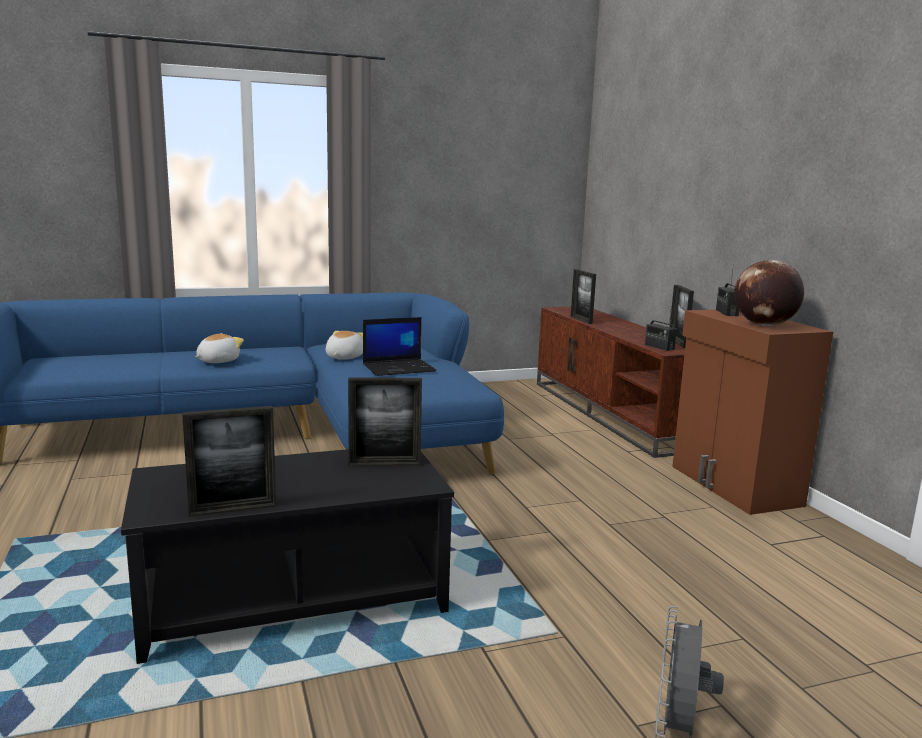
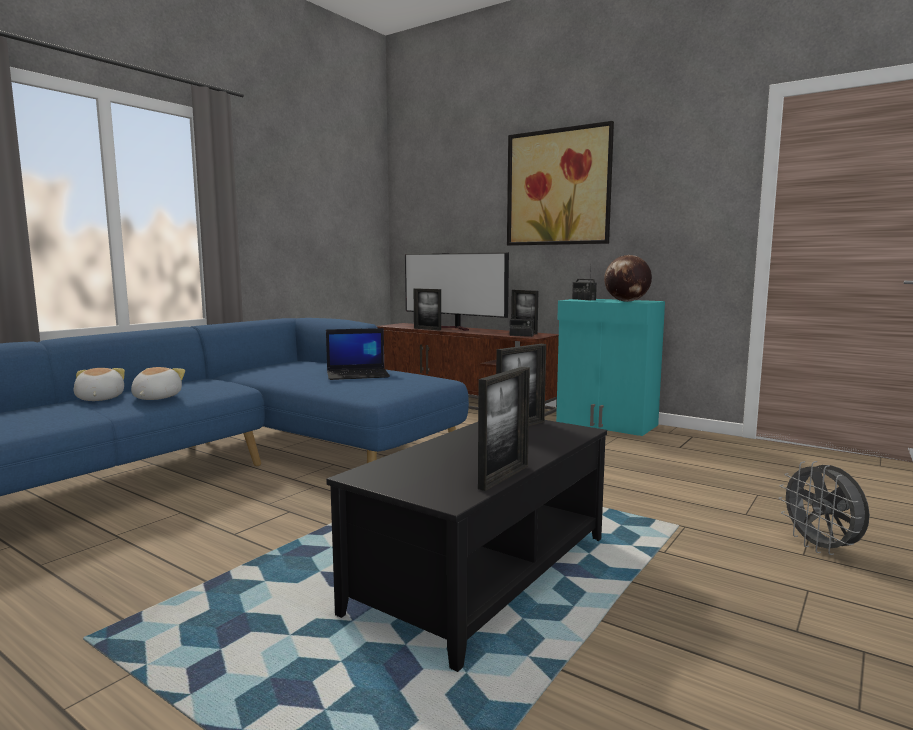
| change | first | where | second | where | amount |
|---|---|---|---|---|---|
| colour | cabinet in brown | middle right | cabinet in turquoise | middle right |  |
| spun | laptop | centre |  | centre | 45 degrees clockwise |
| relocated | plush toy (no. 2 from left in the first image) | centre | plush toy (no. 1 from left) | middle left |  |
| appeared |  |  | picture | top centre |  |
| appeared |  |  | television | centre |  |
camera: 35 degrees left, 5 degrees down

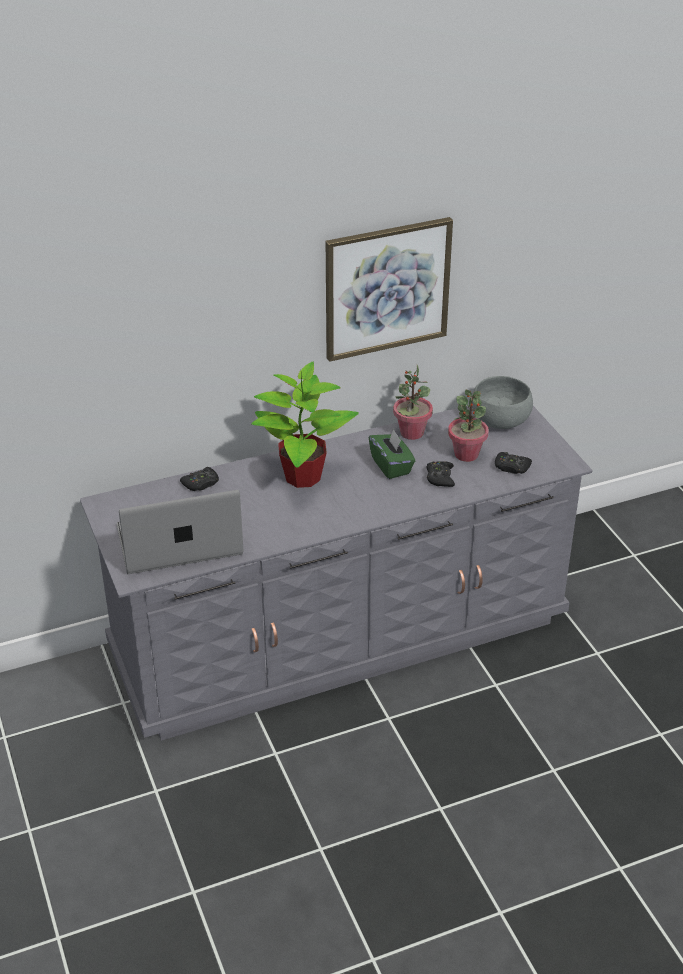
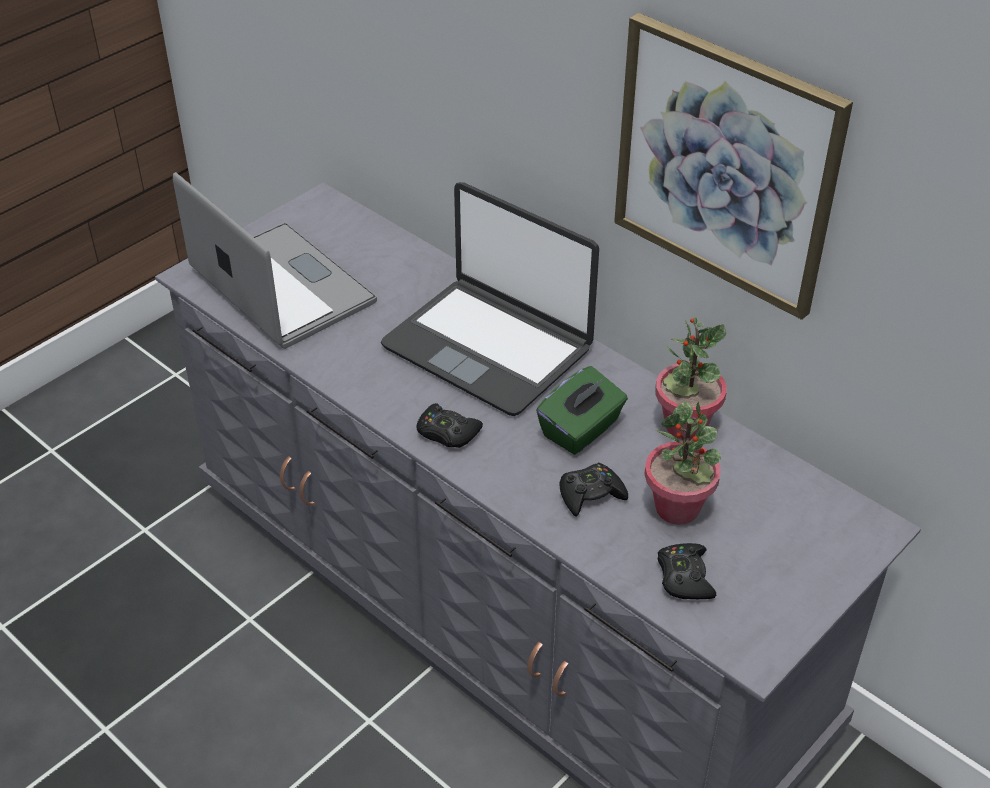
| change | first | where | second | where | amount |
|---|---|---|---|---|---|
| exchanged | potted plant (no. 1 from left) | centre | laptop (no. 2 from left) | centre |  |
| missing | bowl in grey | middle right |  |  |  |
| relocated | game controller in black (no. 1 from left) | middle left |  | centre |  |
camera: 65 degrees right, 5 degrees up

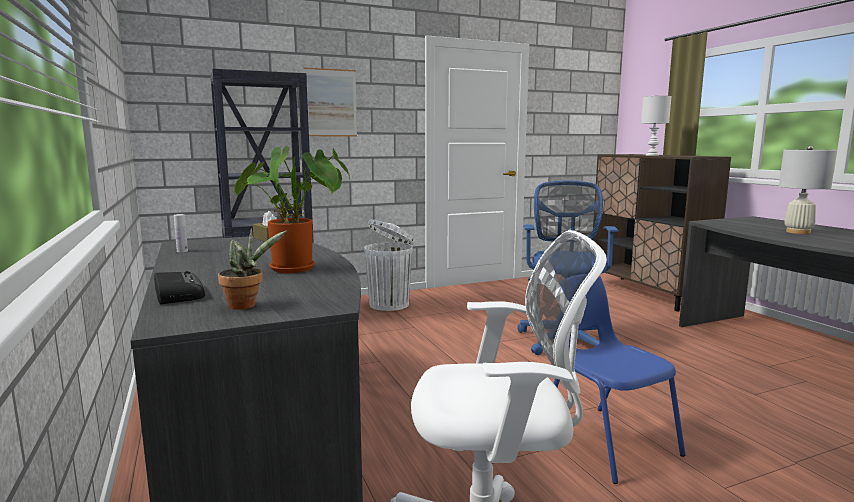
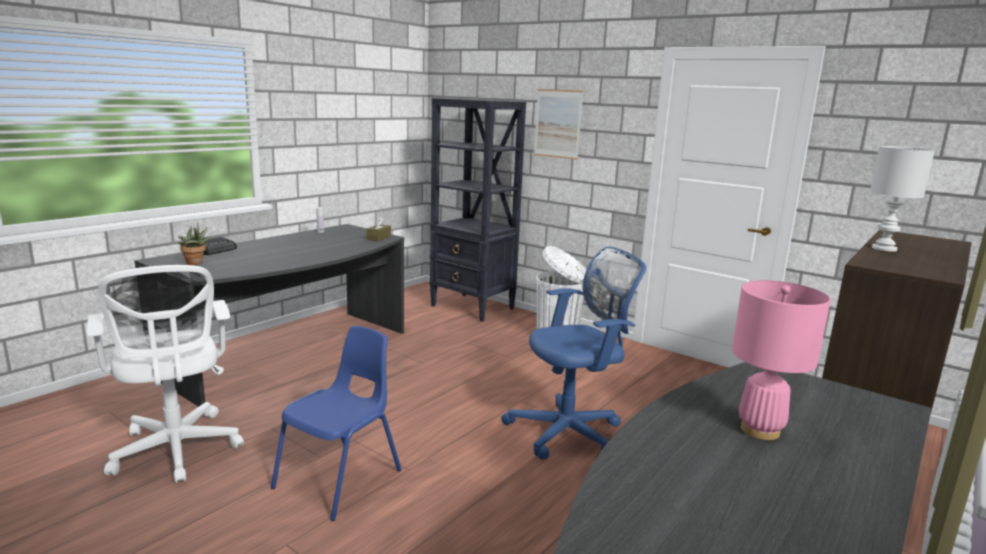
| change | first | where | second | where | amount |
|---|---|---|---|---|---|
| missing | potted plant (no. 2 from left) | centre |  |  |  |
| colour | table lamp in white (no. 2 from left) | middle right | table lamp in pink | middle right |  |
camera: 60 degrees right, 5 degrees up

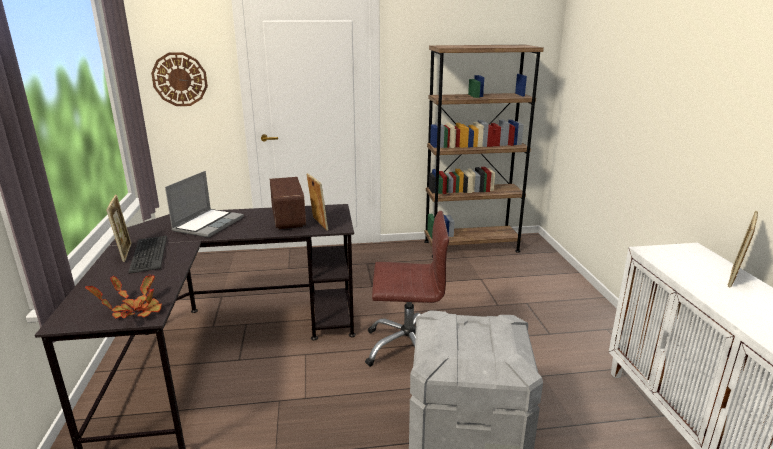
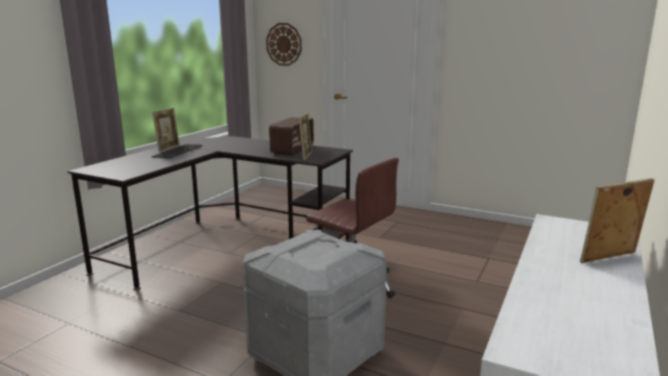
| change | first | where | second | where | amount |
|---|---|---|---|---|---|
| missing | bookcase in brown | centre |  |  |  |
| missing | laptop | middle left |  |  |  |
| missing | potted plant | middle left |  |  |  |
camera: 35 degrees right, 5 degrees down

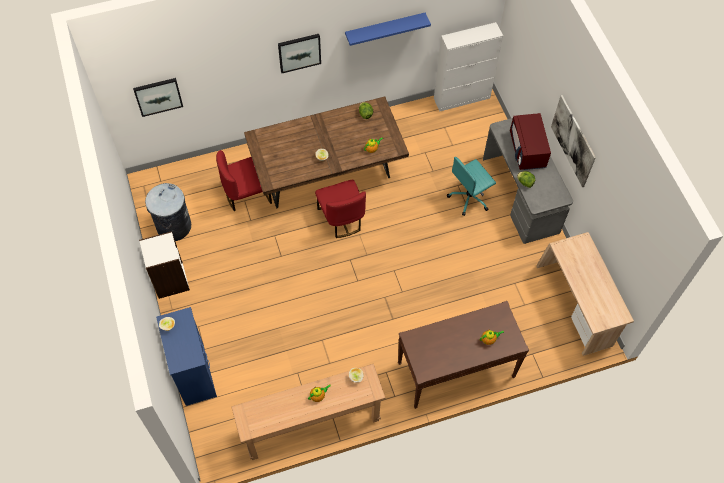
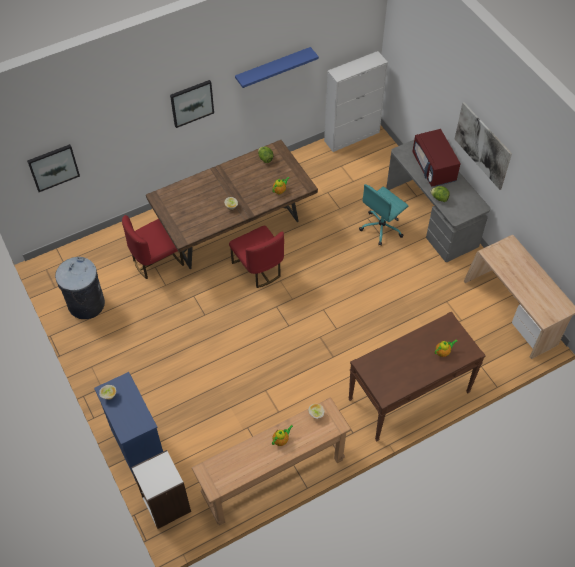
| change | first | where | second | where | amount |
|---|---|---|---|---|---|
| relocated | bookcase in white | middle left |  | bottom left |  |
camera: 10 degrees left, 5 degrees down

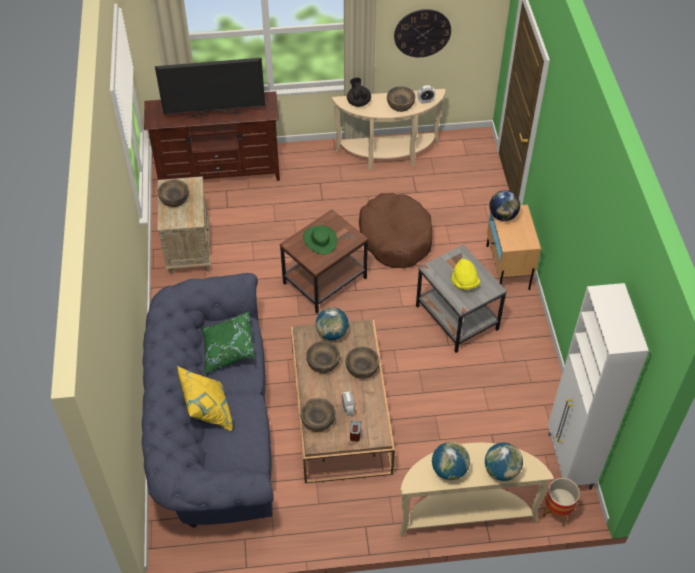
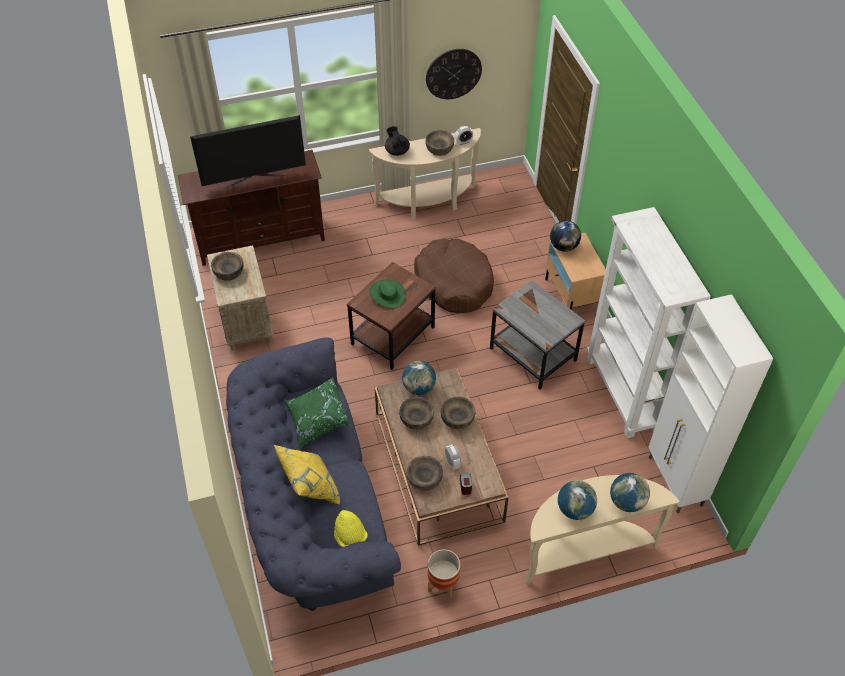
| change | first | where | second | where | amount |
|---|---|---|---|---|---|
| relocated | hat in yellow | middle right |  | bottom centre |  |
| relocated | planter | bottom right |  | bottom centre |  |
| appeared |  |  | bookcase in white | middle right |  |
camera: 10 degrees left, 0 degrees up

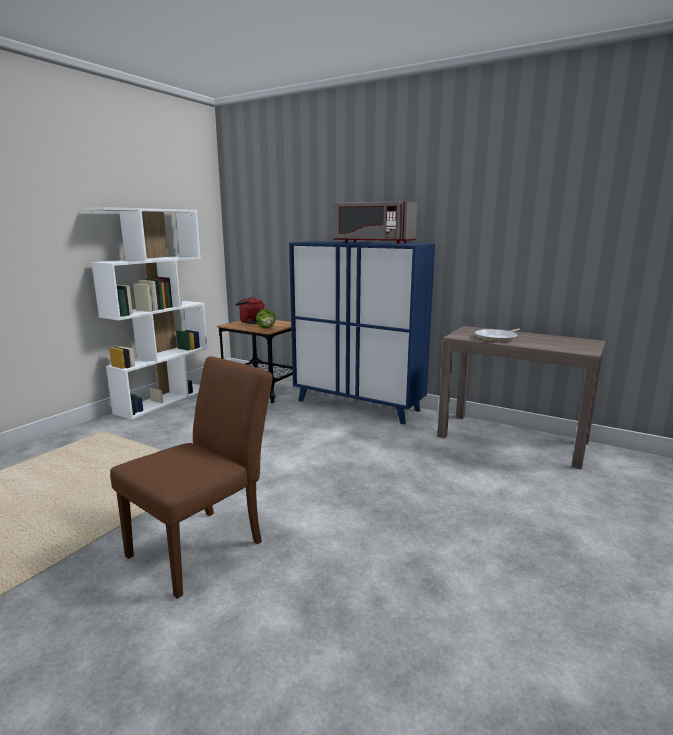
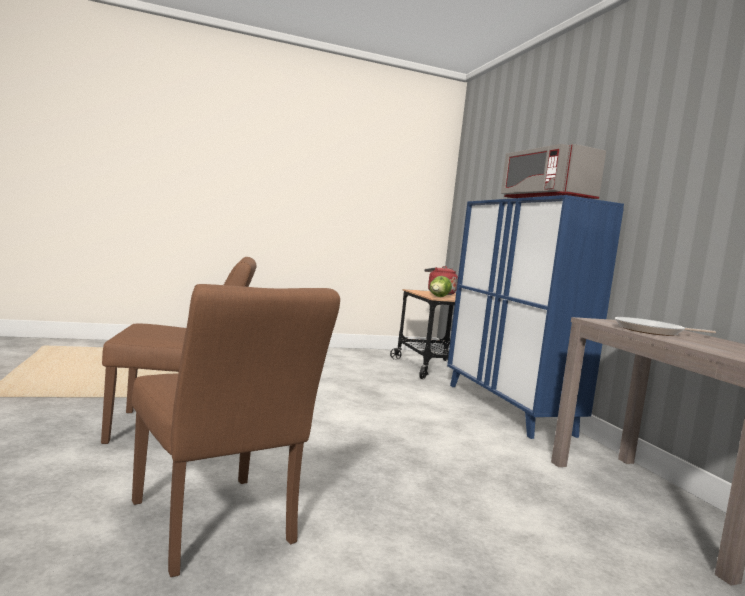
| change | first | where | second | where | amount |
|---|---|---|---|---|---|
| missing | bookcase in white | middle left |  |  |  |
| appeared |  |  | chair in brown (no. 2 from left) | bottom left |  |
camera: 40 degrees right, 10 degrees down

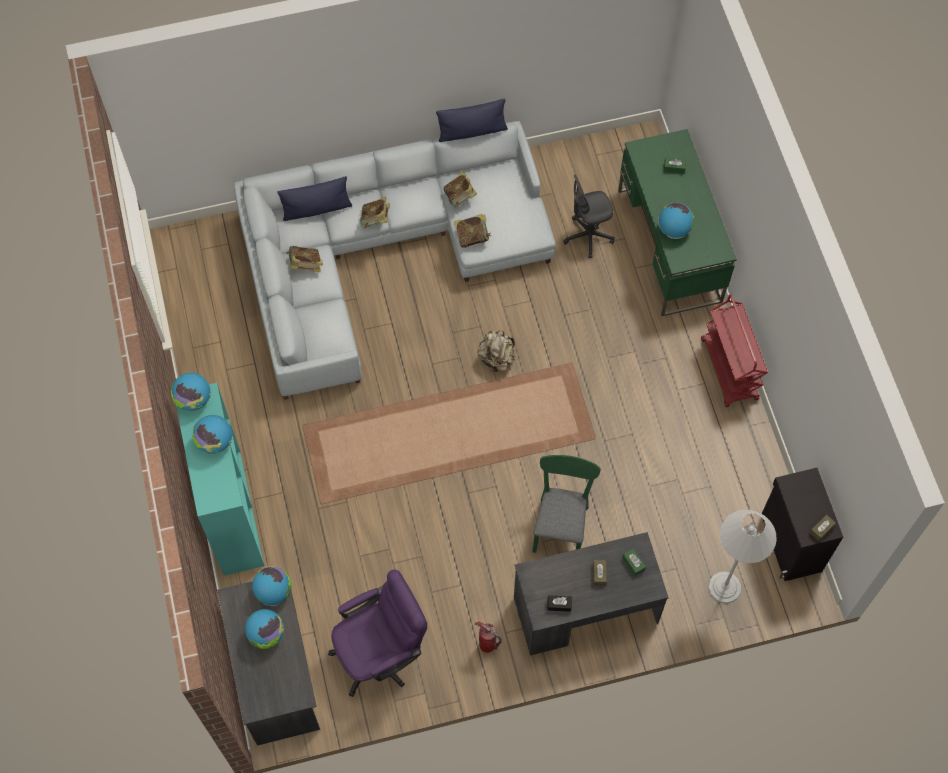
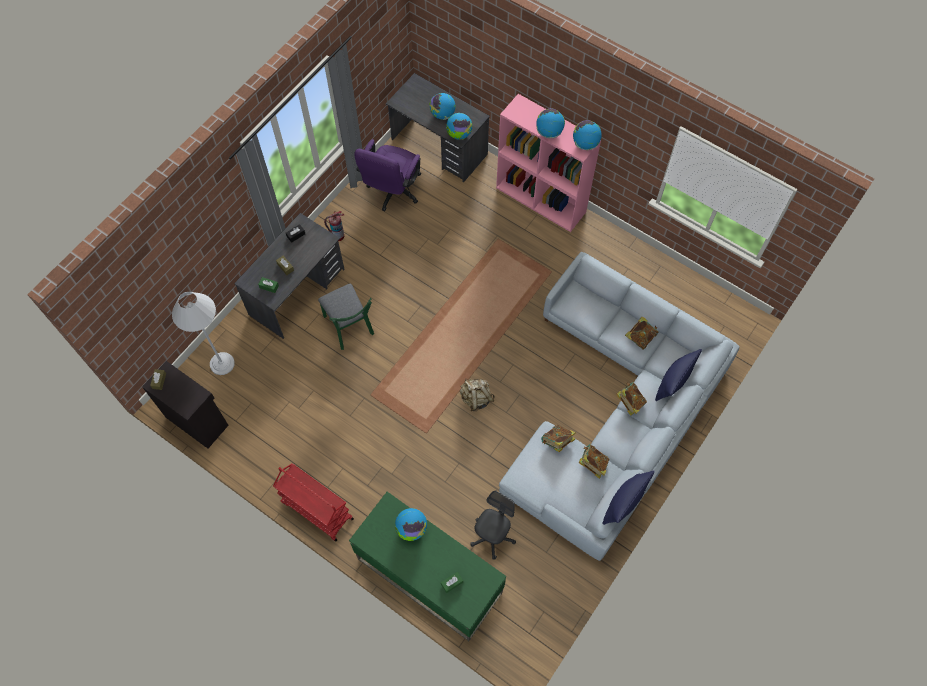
| change | first | where | second | where | amount |
|---|---|---|---|---|---|
| colour | bookcase in turquoise | middle left | bookcase in pink | top centre |  |
camera: 140 degrees right, 0 degrees up

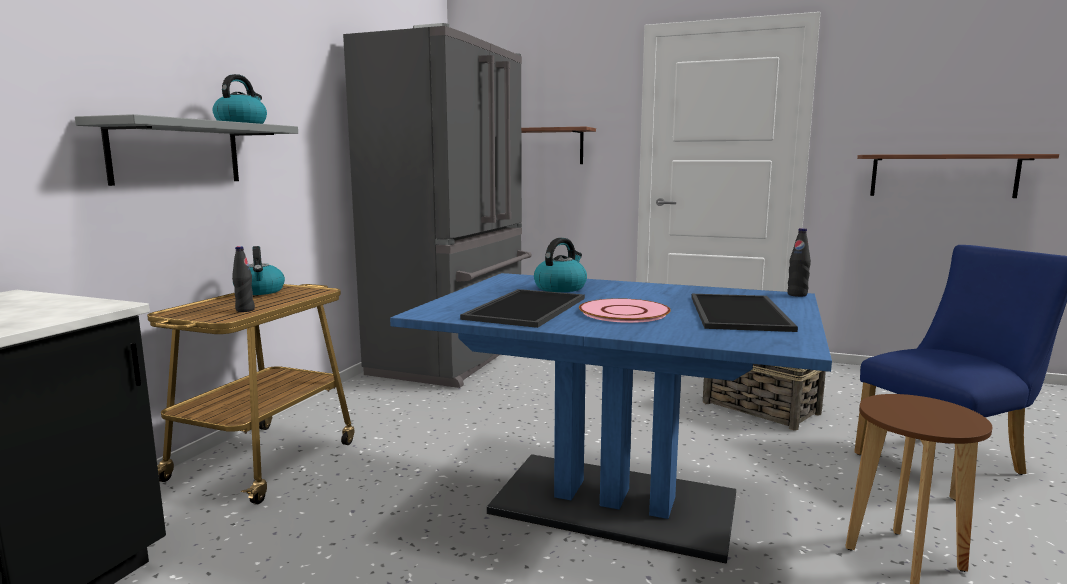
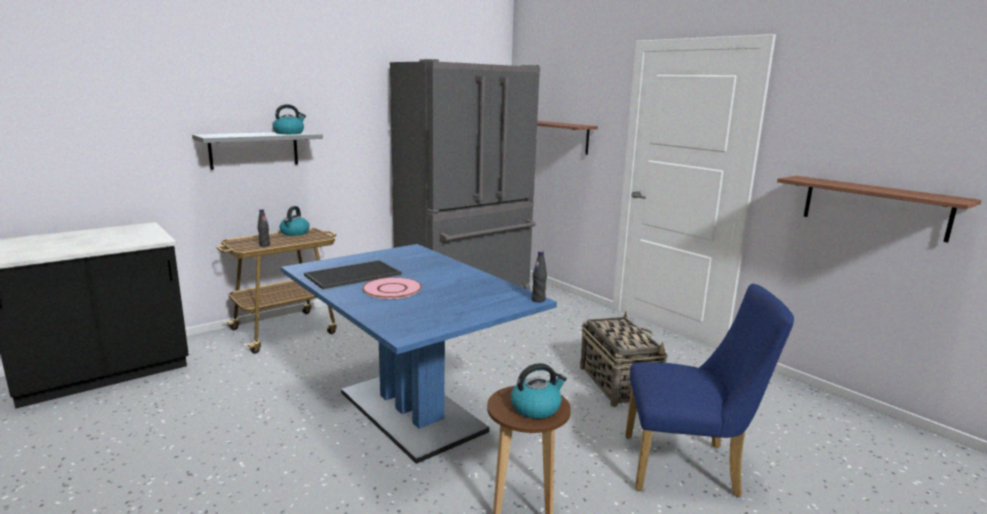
| change | first | where | second | where | amount |
|---|---|---|---|---|---|
| relocated | kettle (no. 3 from left) | centre |  | bottom centre |  |
| missing | tray (no. 2 from left) | middle right |  |  |  |
camera: 30 degrees right, 5 degrees up

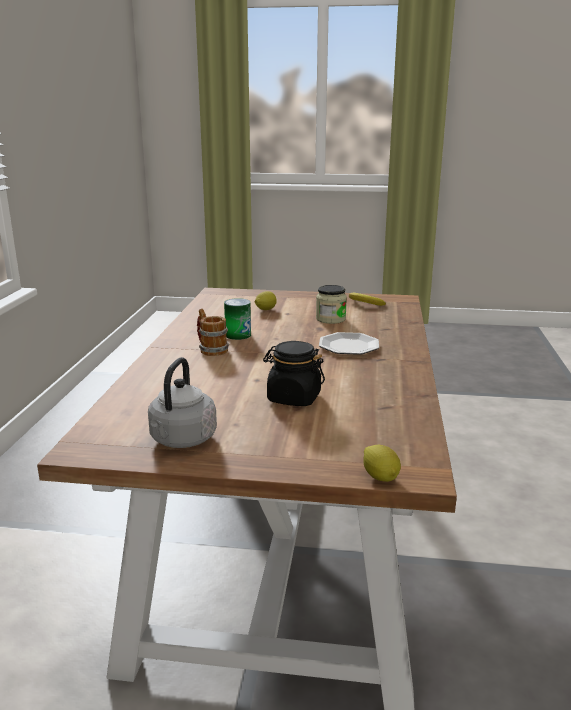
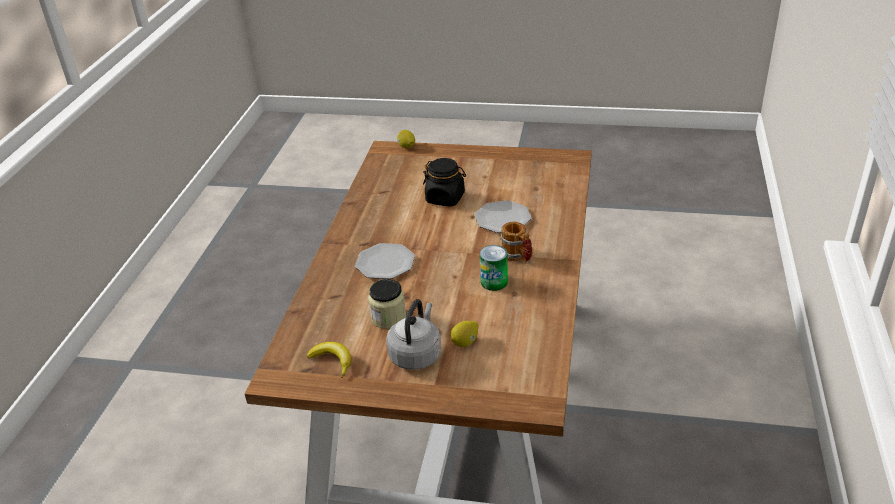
| change | first | where | second | where | amount |
|---|---|---|---|---|---|
| relocated | kettle in grey | middle left |  | centre |  |
| appeared |  |  | plate (no. 2 from left) | centre |  |
camera: 175 degrees left, 15 degrees up

